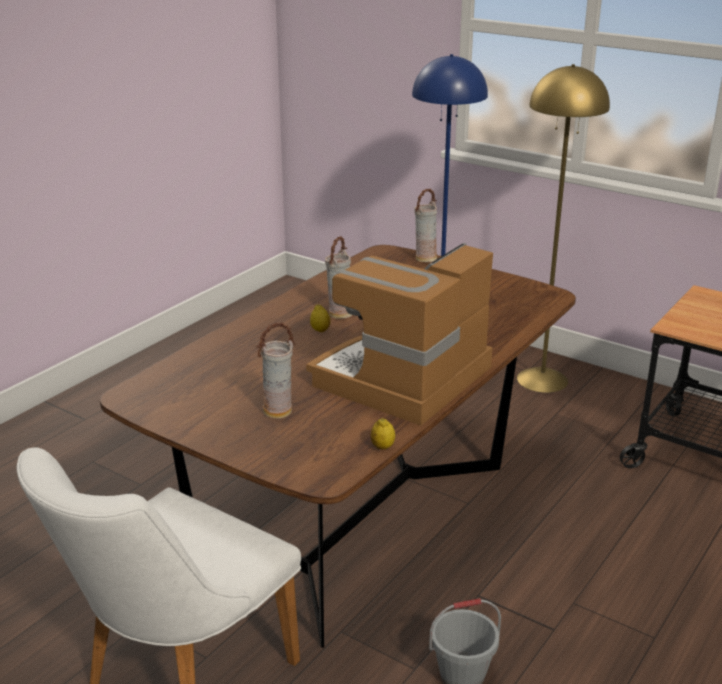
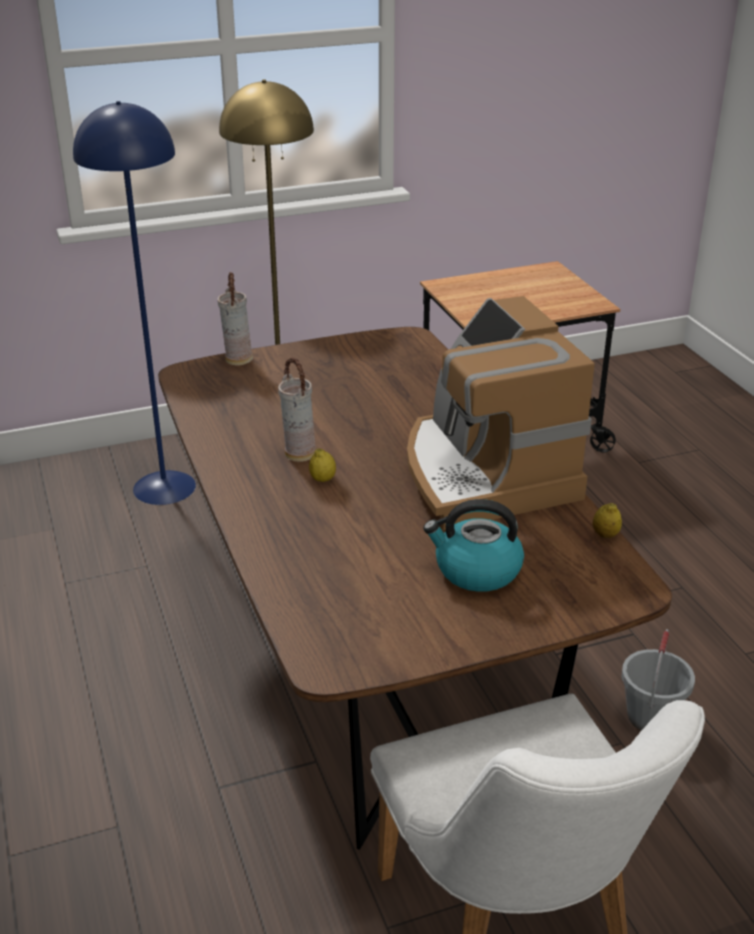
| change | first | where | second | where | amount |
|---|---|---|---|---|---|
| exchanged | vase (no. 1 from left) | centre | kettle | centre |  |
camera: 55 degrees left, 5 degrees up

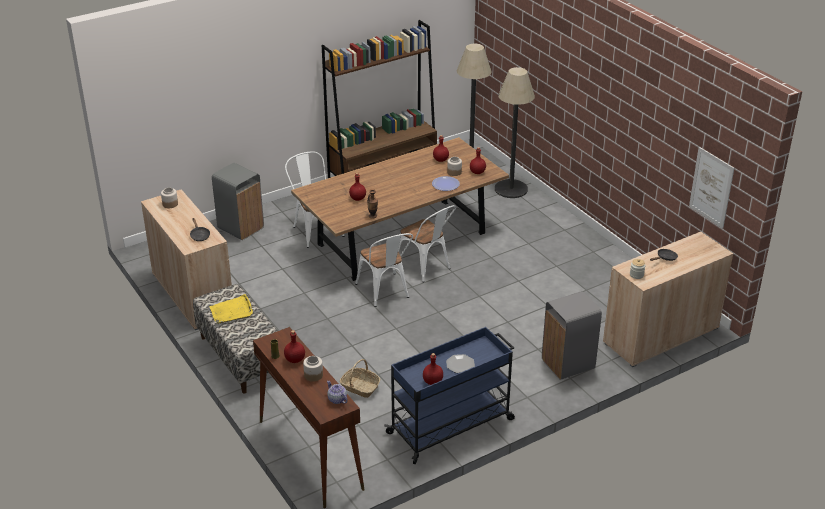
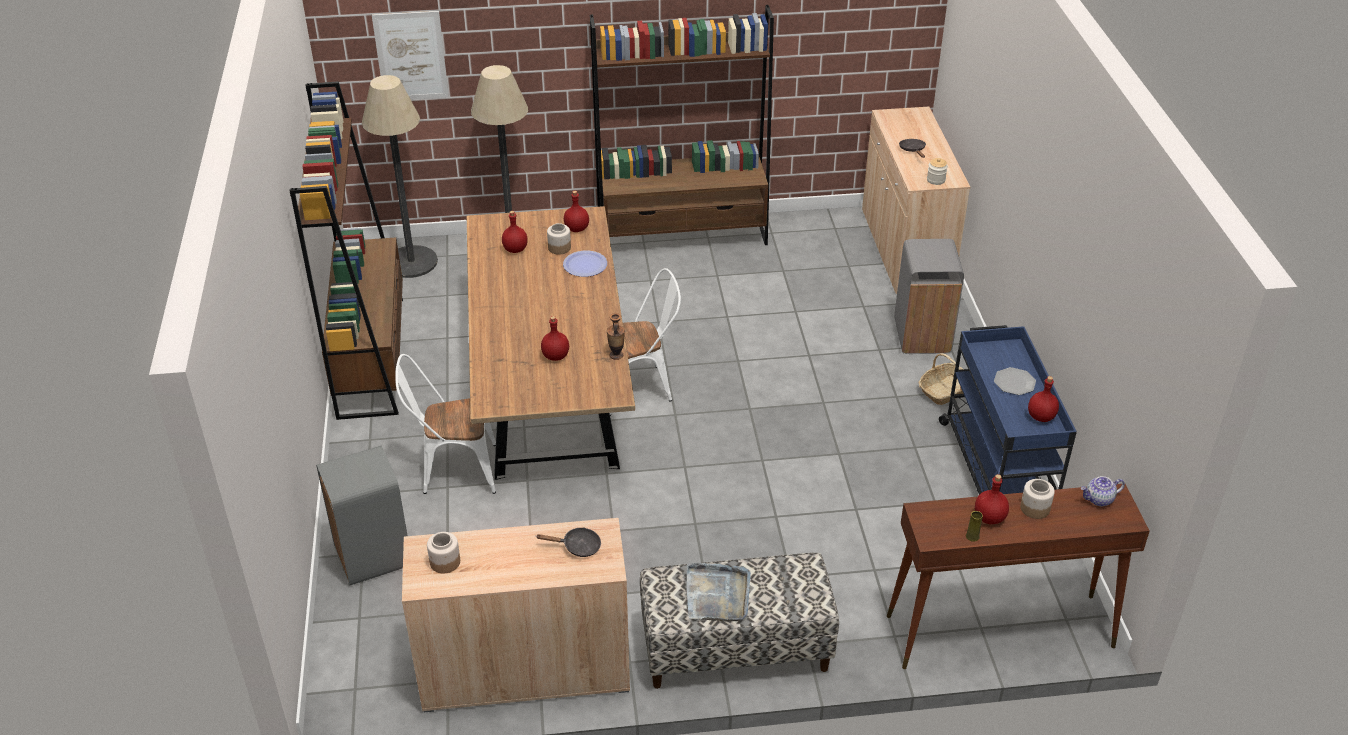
| change | first | where | second | where | amount |
|---|---|---|---|---|---|
| relocated | picture | middle right |  | top left |  |
| missing | chair in white (no. 2 from left) | centre |  |  |  |
| colour | tray in yellow | middle left | tray in grey | bottom centre |  |
| relocated | basket | bottom centre |  | middle right |  |
| appeared |  |  | bookcase in brown (no. 2 from left) | top centre |  |
camera: 65 degrees left, 5 degrees up

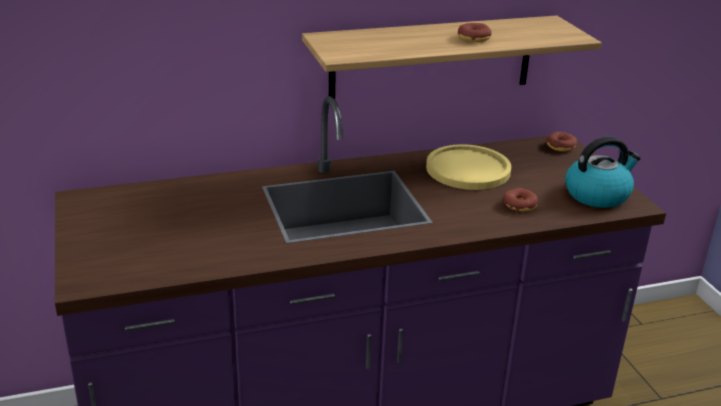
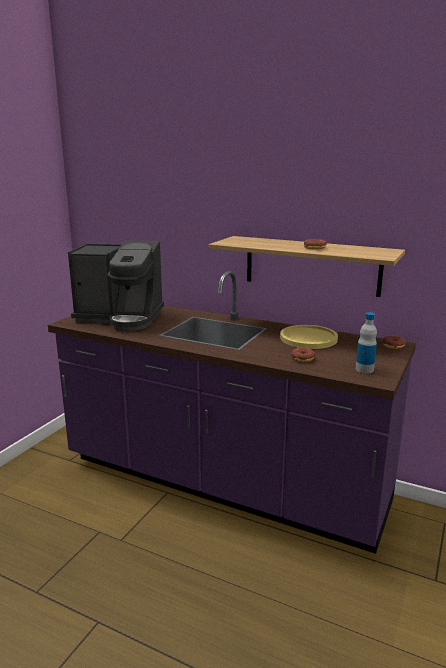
| change | first | where | second | where | amount |
|---|---|---|---|---|---|
| exchanged | kettle | middle right | bottle | middle right |  |
| appeared |  |  | coffee machine | middle left |  |
camera: 45 degrees right, 10 degrees down

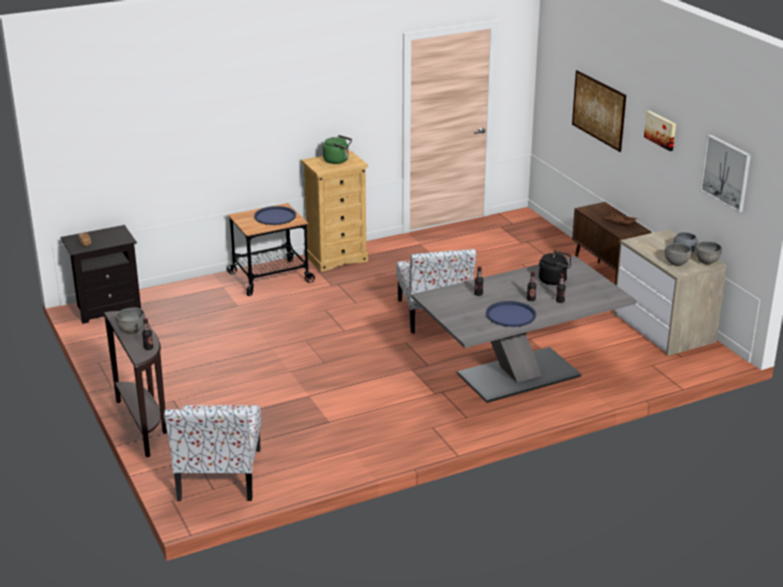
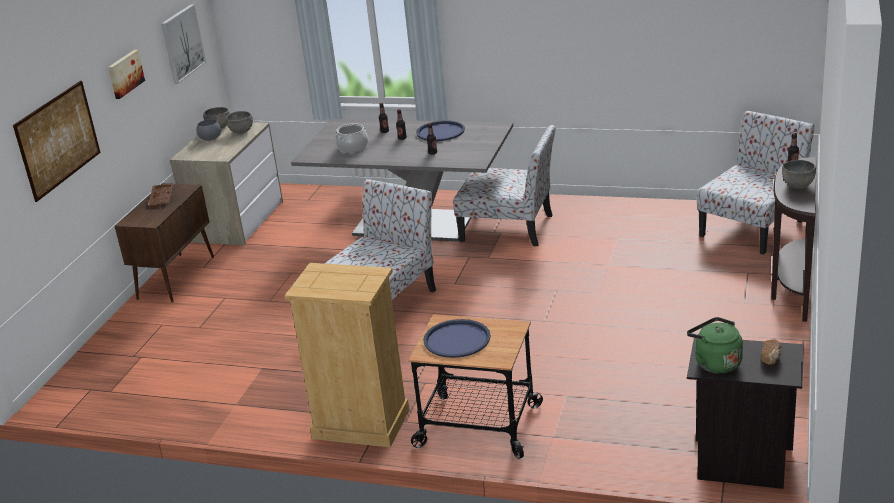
| change | first | where | second | where | amount |
|---|---|---|---|---|---|
| relocated | kettle in green | top centre |  | bottom right |  |
| exchanged | kettle in black | middle right | cooking pot | top centre |  |
| appeared |  |  | chair (no. 2 from left) | centre |  |
camera: 135 degrees left, 0 degrees up

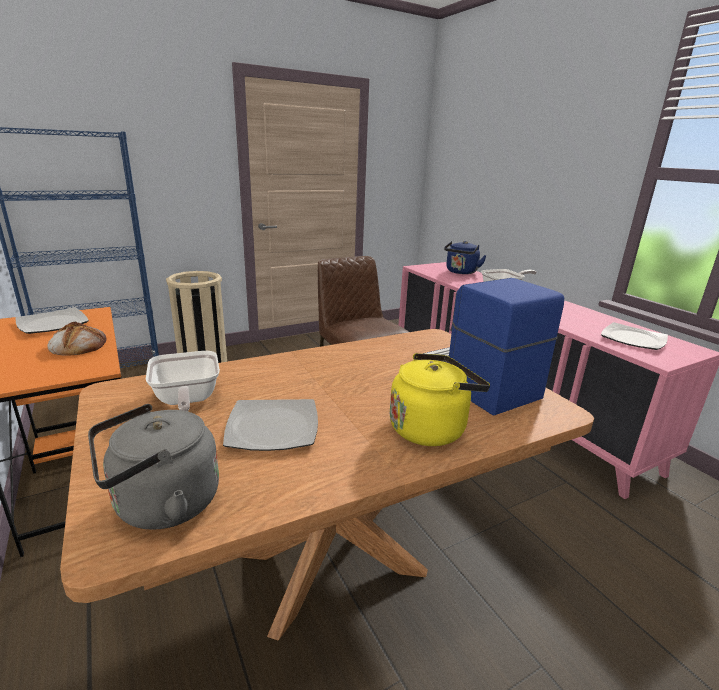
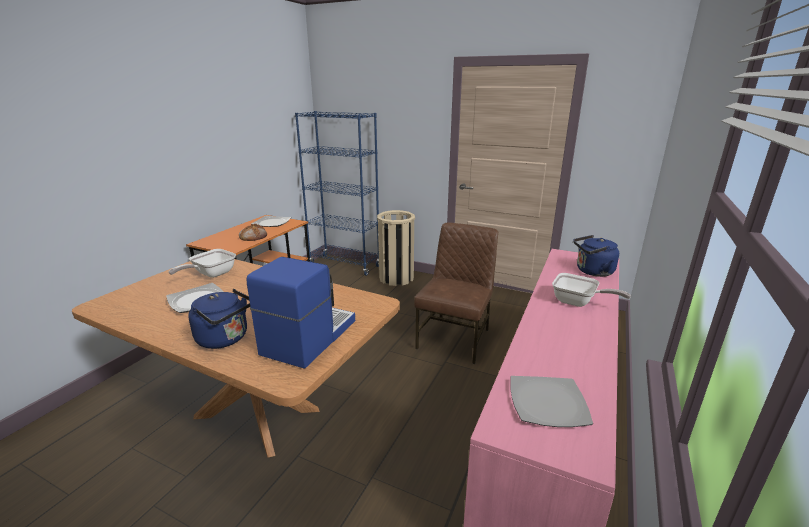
| change | first | where | second | where | amount |
|---|---|---|---|---|---|
| colour | kettle in yellow | centre | kettle in blue (no. 1 from left) | middle left |  |
| missing | kettle in grey | bottom left |  |  |  |
camera: 55 degrees right, 0 degrees up

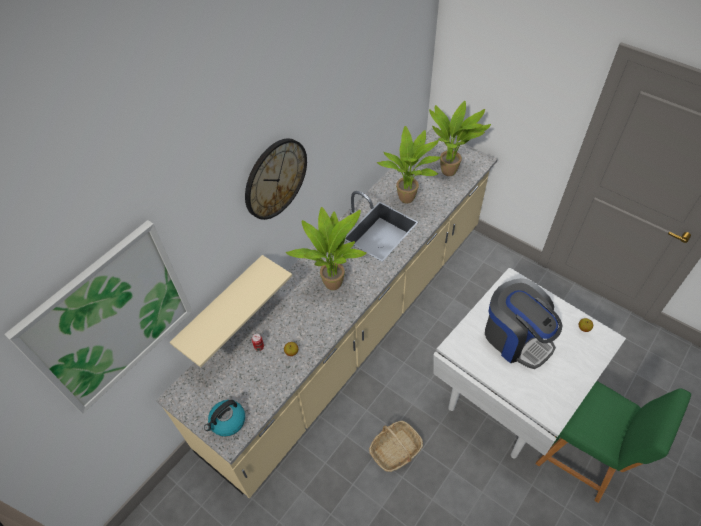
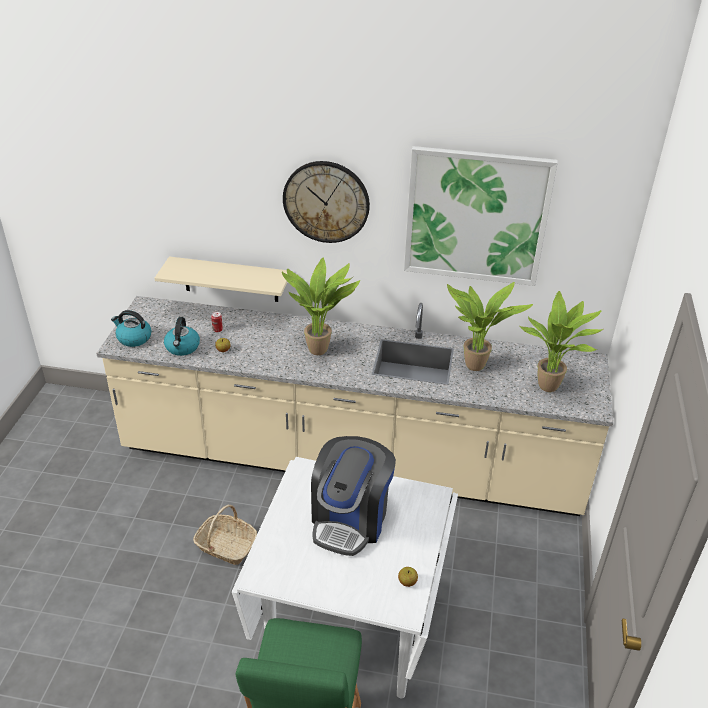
| change | first | where | second | where | amount |
|---|---|---|---|---|---|
| relocated | picture | middle left |  | top right |  |
| appeared |  |  | kettle (no. 2 from left) | middle left |  |
camera: 60 degrees right, 15 degrees down

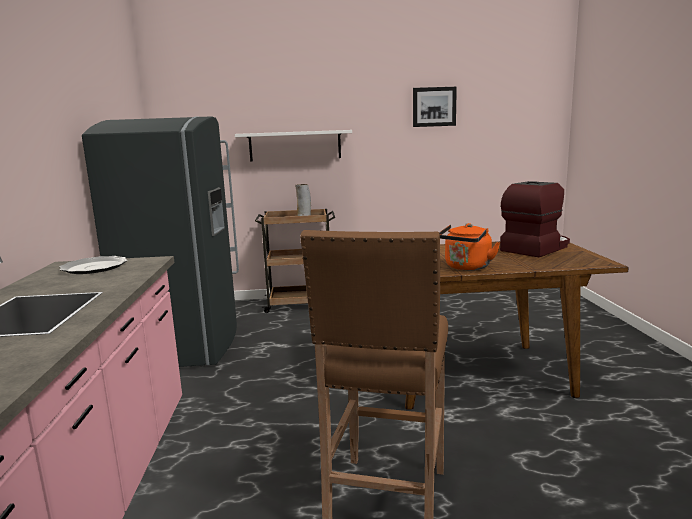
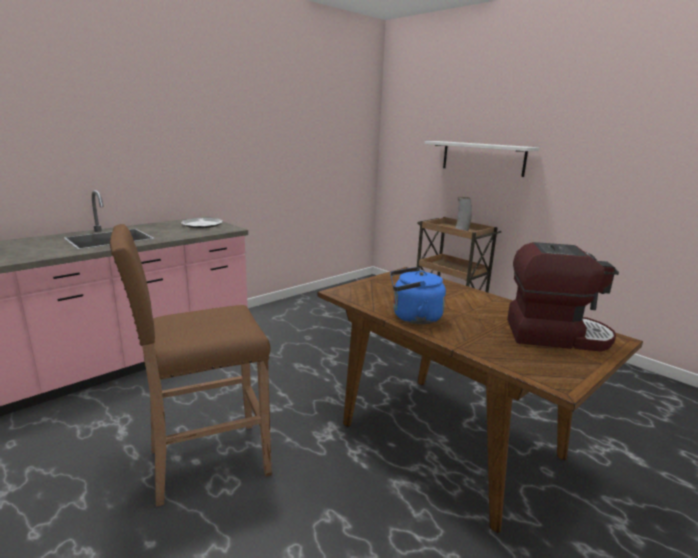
| change | first | where | second | where | amount |
|---|---|---|---|---|---|
| missing | picture | top centre |  |  |  |
| missing | fridge in grey | middle left |  |  |  |
| colour | kettle in orange | middle right | kettle in blue | centre |  |
camera: 50 degrees right, 5 degrees up

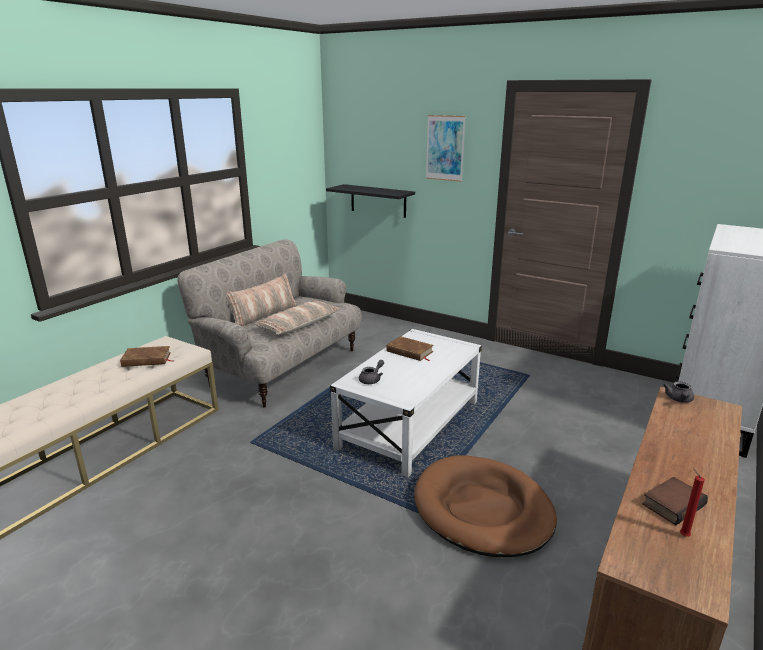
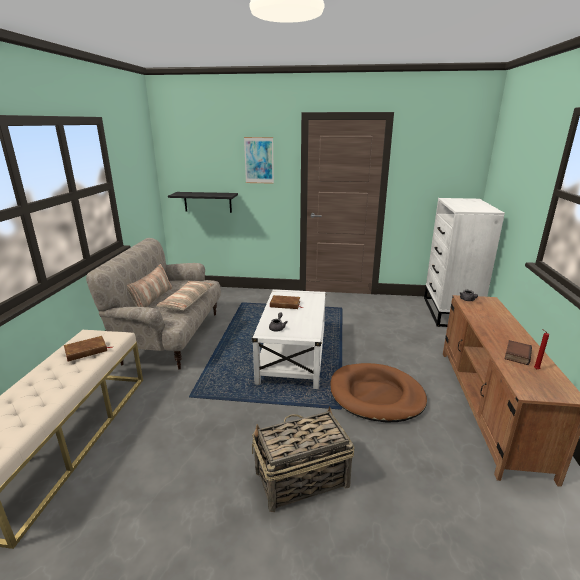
| change | first | where | second | where | amount |
|---|---|---|---|---|---|
| appeared |  |  | basket | bottom centre |  |
camera: 25 degrees left, 0 degrees up

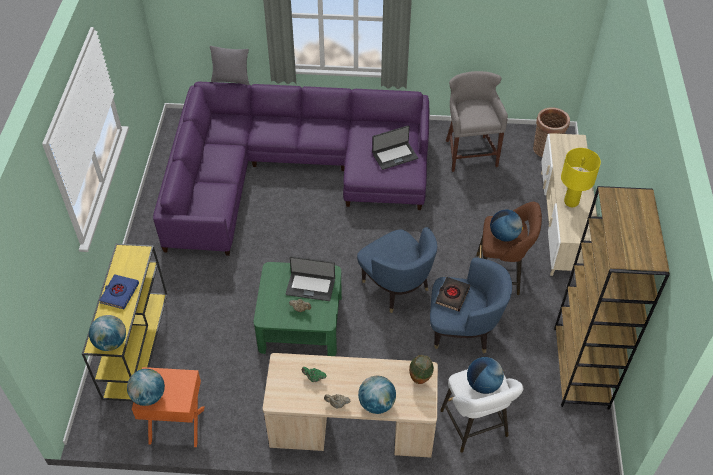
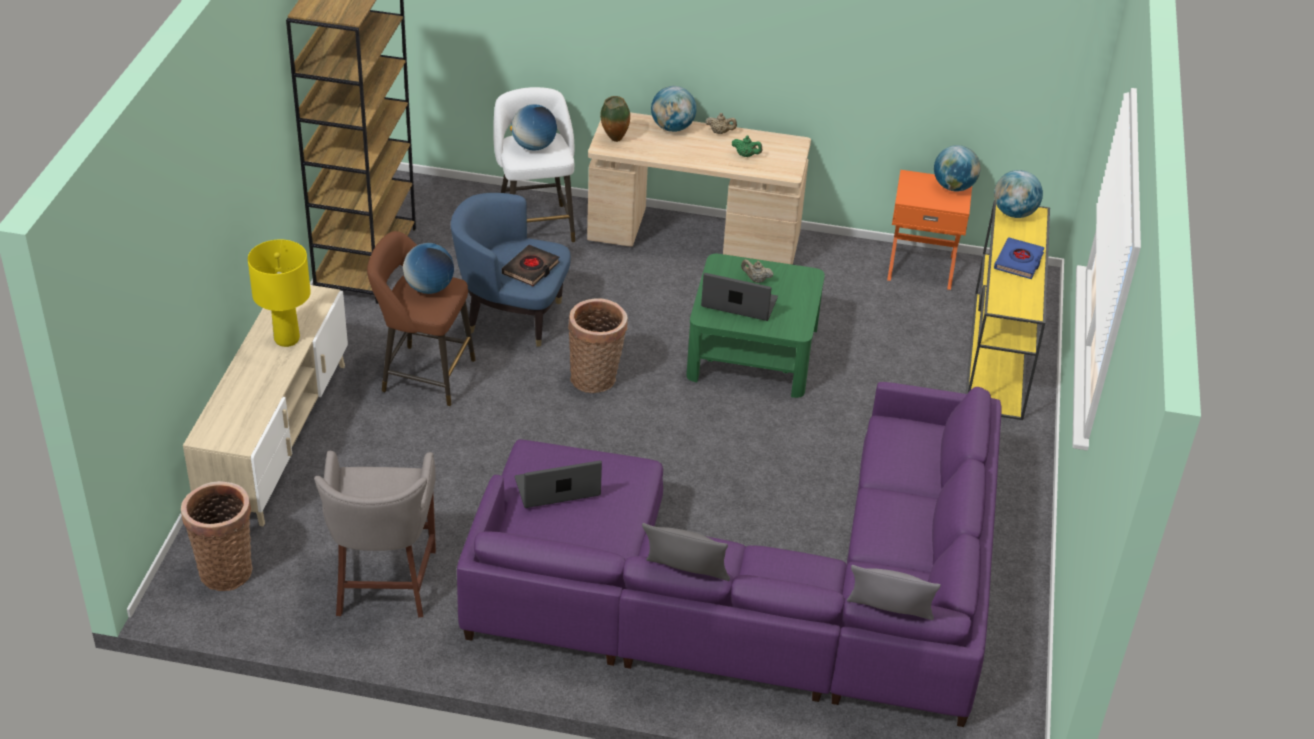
| change | first | where | second | where | amount |
|---|---|---|---|---|---|
| exchanged | armchair in blue (no. 1 from left) | centre | basket (no. 2 from left) | centre |  |
| appeared |  |  | pillow in grey (no. 1 from left) | bottom centre |  |
camera: 175 degrees left, 10 degrees down

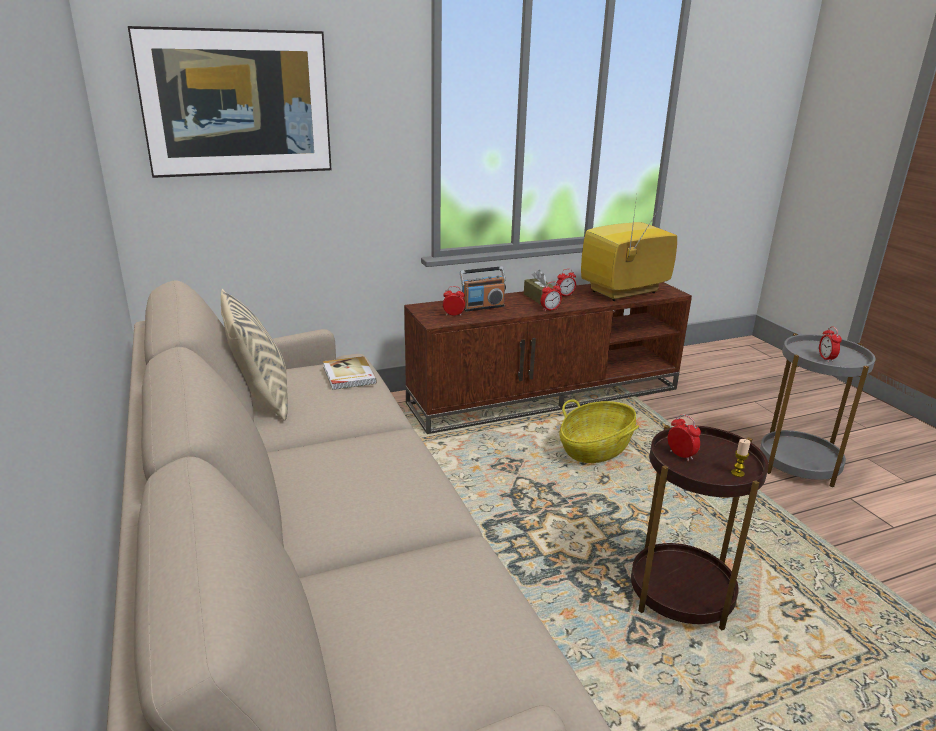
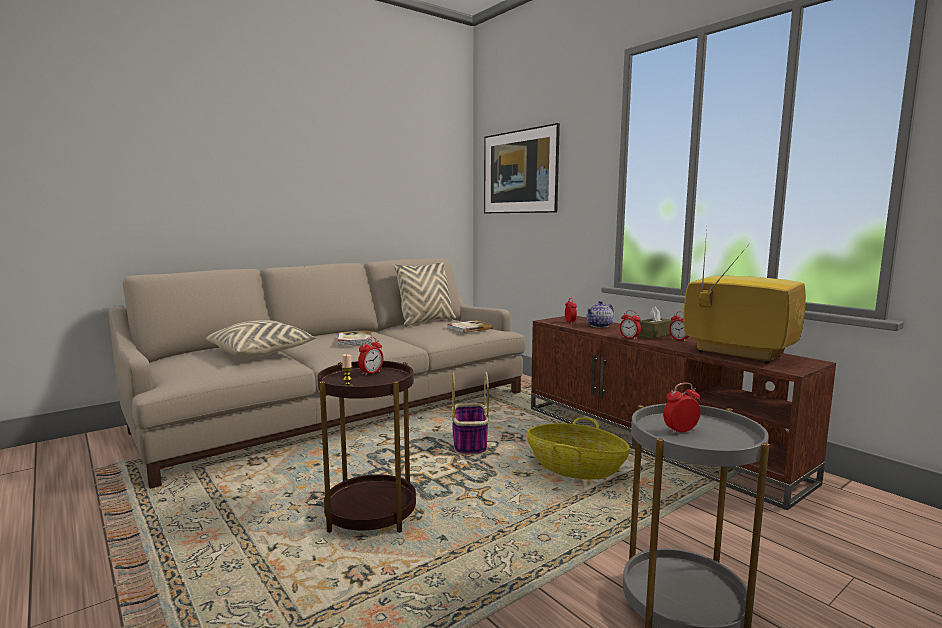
| change | first | where | second | where | amount |
|---|---|---|---|---|---|
| exchanged | radio | centre | teapot | centre |  |
| appeared |  |  | pillow in beige (no. 1 from left) | middle left |  |
| appeared |  |  | book (no. 1 from left) | centre |  |
| appeared |  |  | basket (no. 1 from left) | centre |  |
camera: 75 degrees right, 15 degrees down

